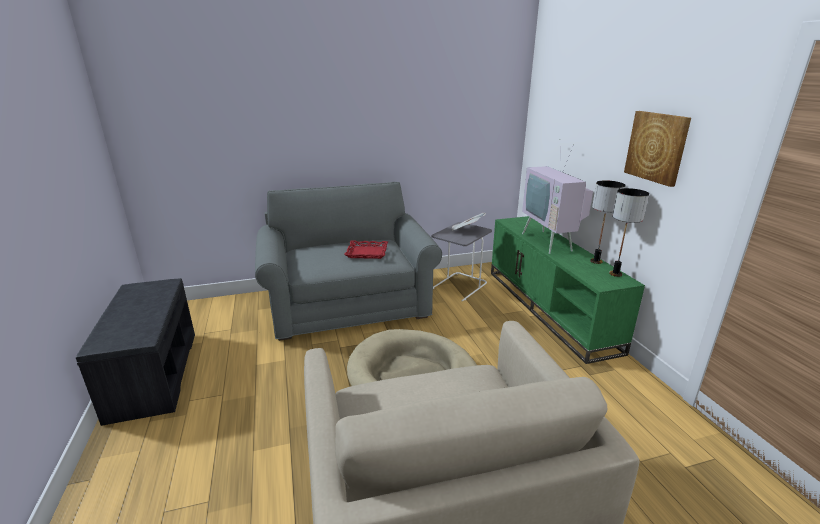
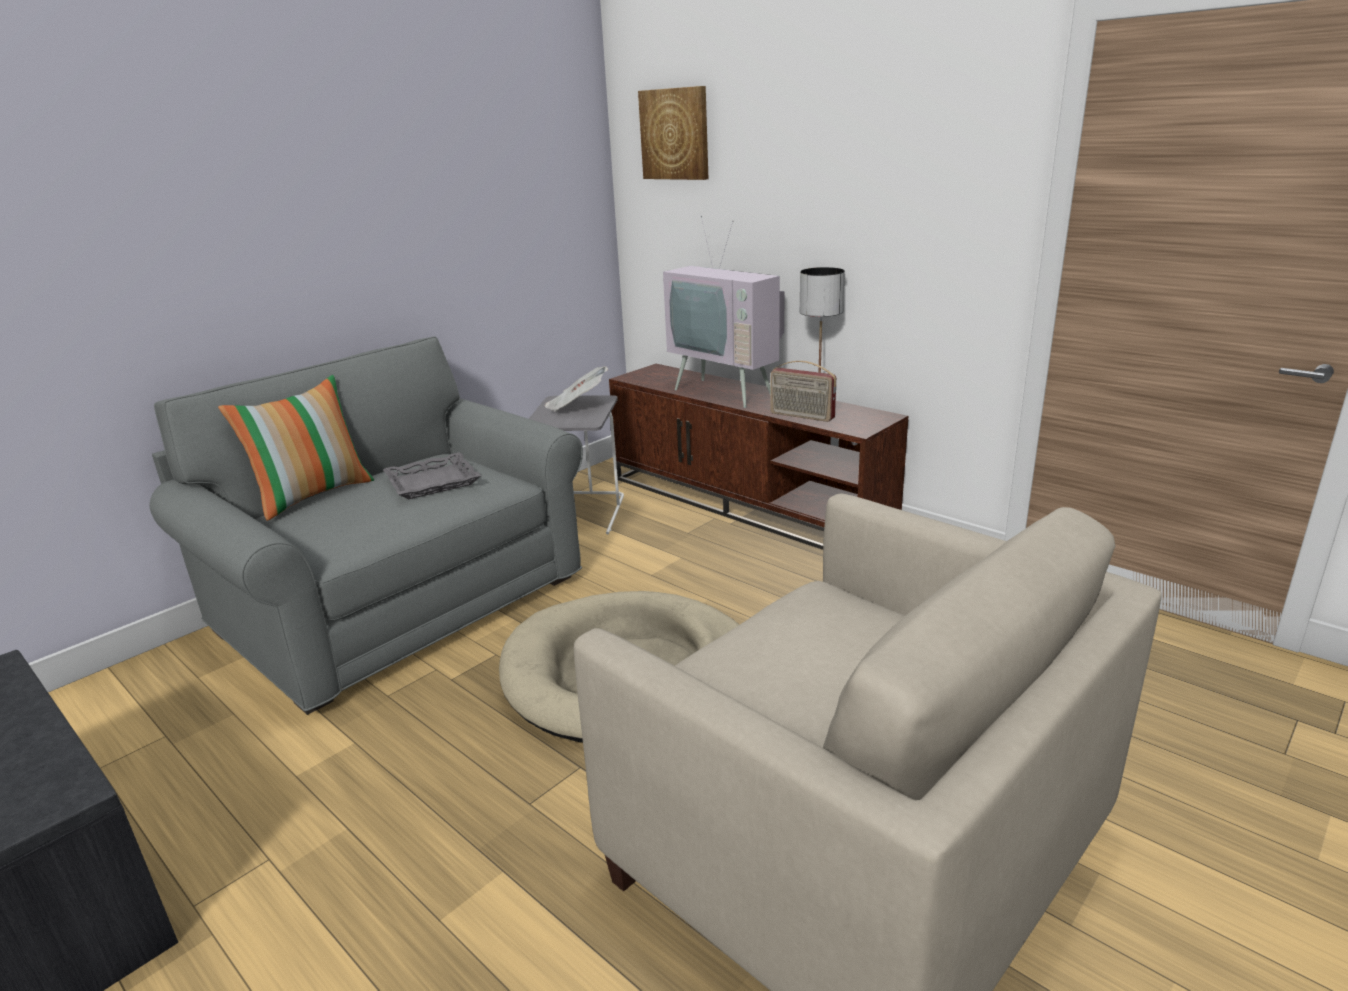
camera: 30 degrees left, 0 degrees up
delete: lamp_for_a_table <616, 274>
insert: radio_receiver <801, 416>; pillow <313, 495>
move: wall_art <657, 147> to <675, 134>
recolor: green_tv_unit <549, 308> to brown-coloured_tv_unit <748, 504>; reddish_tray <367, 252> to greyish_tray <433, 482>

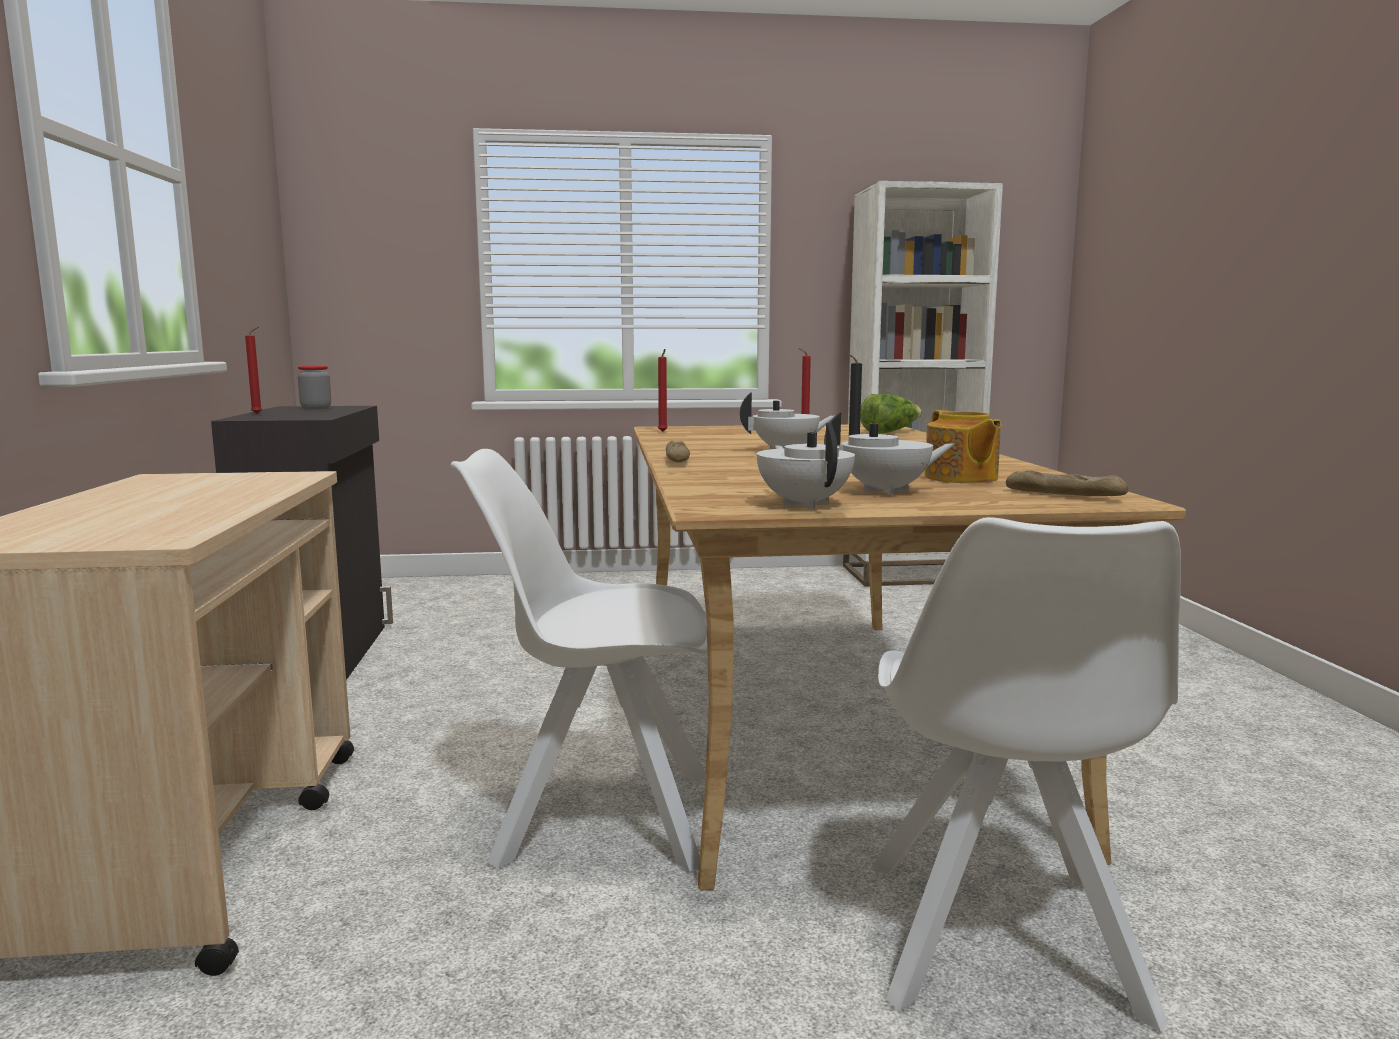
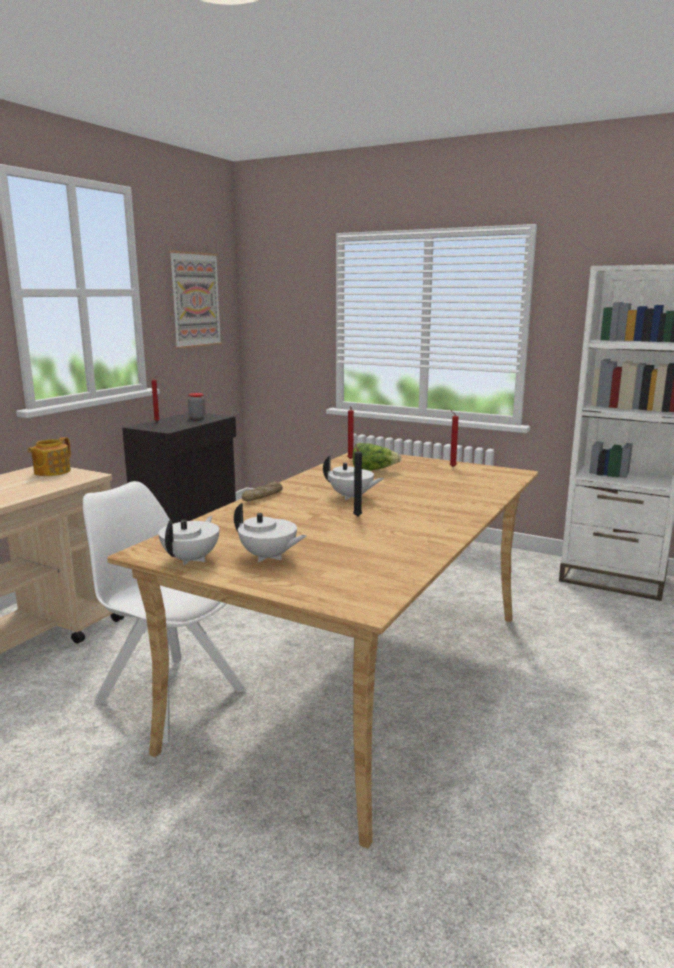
camera: 35 degrees right, 5 degrees up
delete: bread <1064, 495>; whitish_chair <1001, 943>
insert: wall_art <195, 300>
move: lettuce <889, 432> to <373, 470>; teapot <960, 478> to <51, 472>

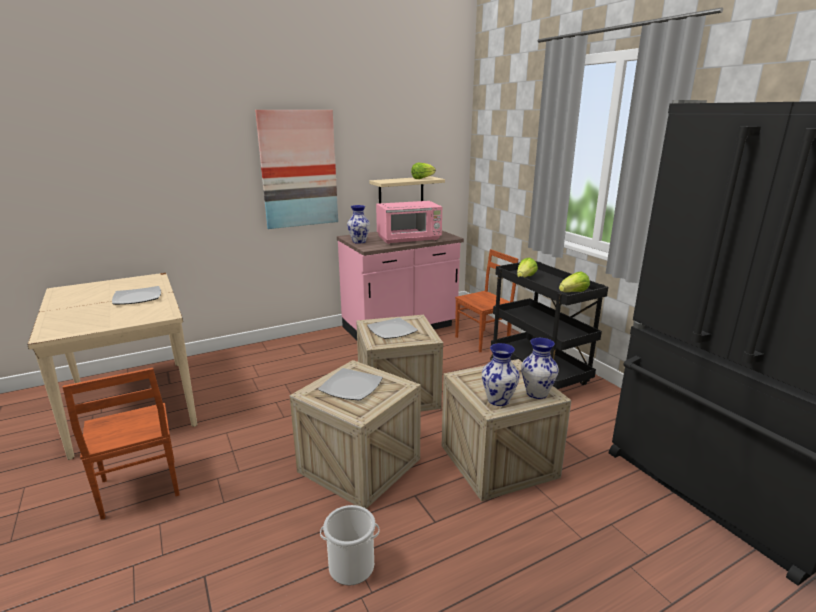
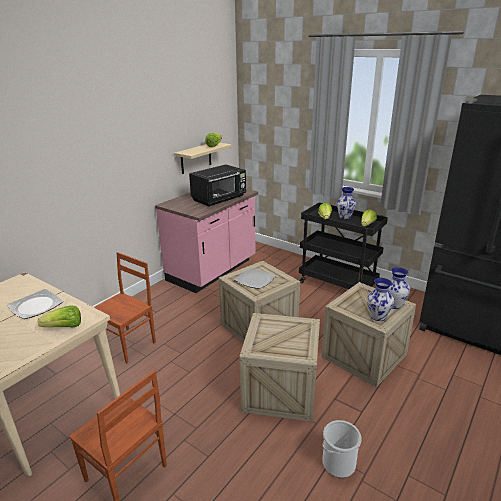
camera: 25 degrees left, 5 degrees up
delete: wall_art <298, 169>; flat_dish <351, 387>
insert: lettuce <64, 327>
move: vase <359, 242> to <345, 217>; brown-coloured_chair <483, 340> to <128, 344>
recolor: pinkish_microwave_oven <409, 239> to black_microwave_oven <219, 199>

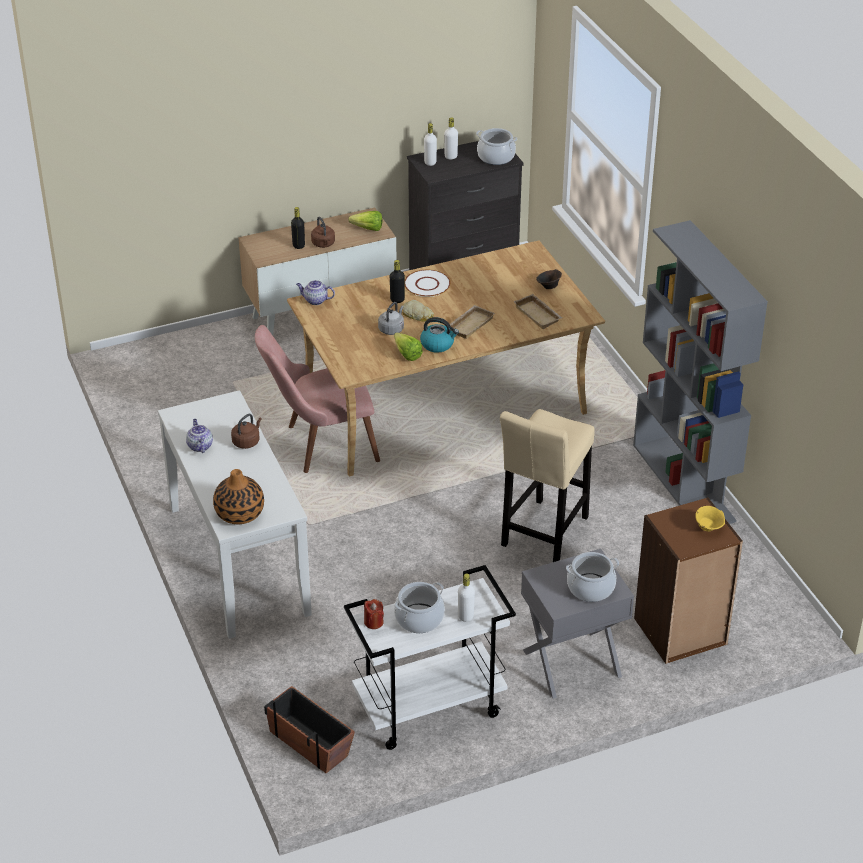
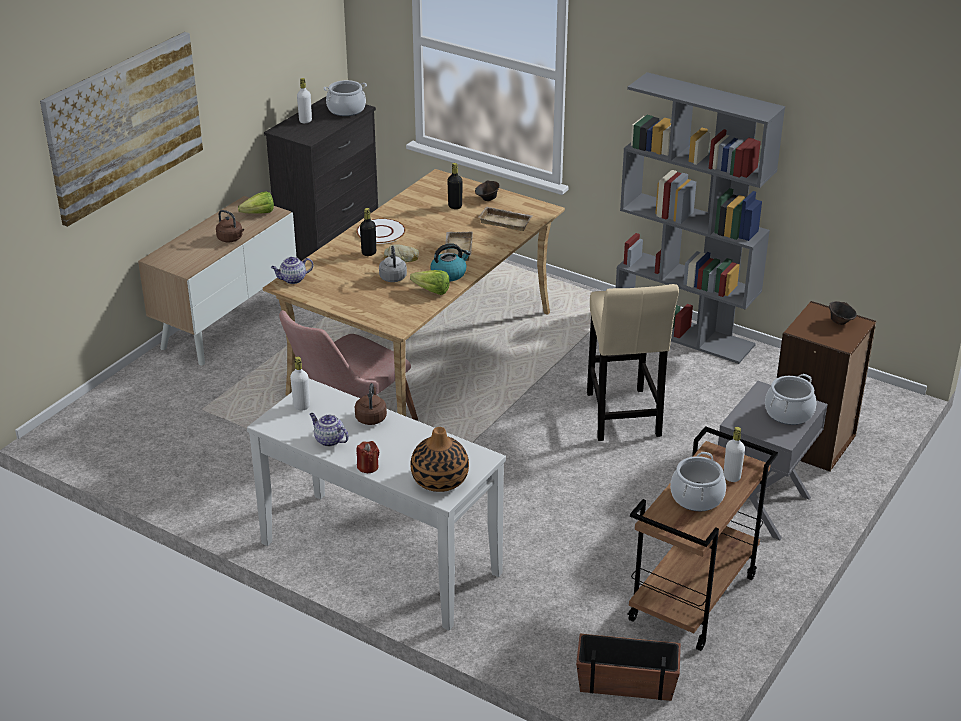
camera: 35 degrees left, 5 degrees down
insert: wall_art <124, 126>
move: whitish_beverage_bottle <430, 162> to <301, 406>; black_beverage_bottle <298, 245> to <455, 206>; reddish_wax_candle <373, 622> to <368, 467>
recolor: yellow_deep_dish <708, 527> to brown-coloured_deep_dish <840, 321>; whitish_cart <428, 709> to brown-coloured_cart <693, 600>

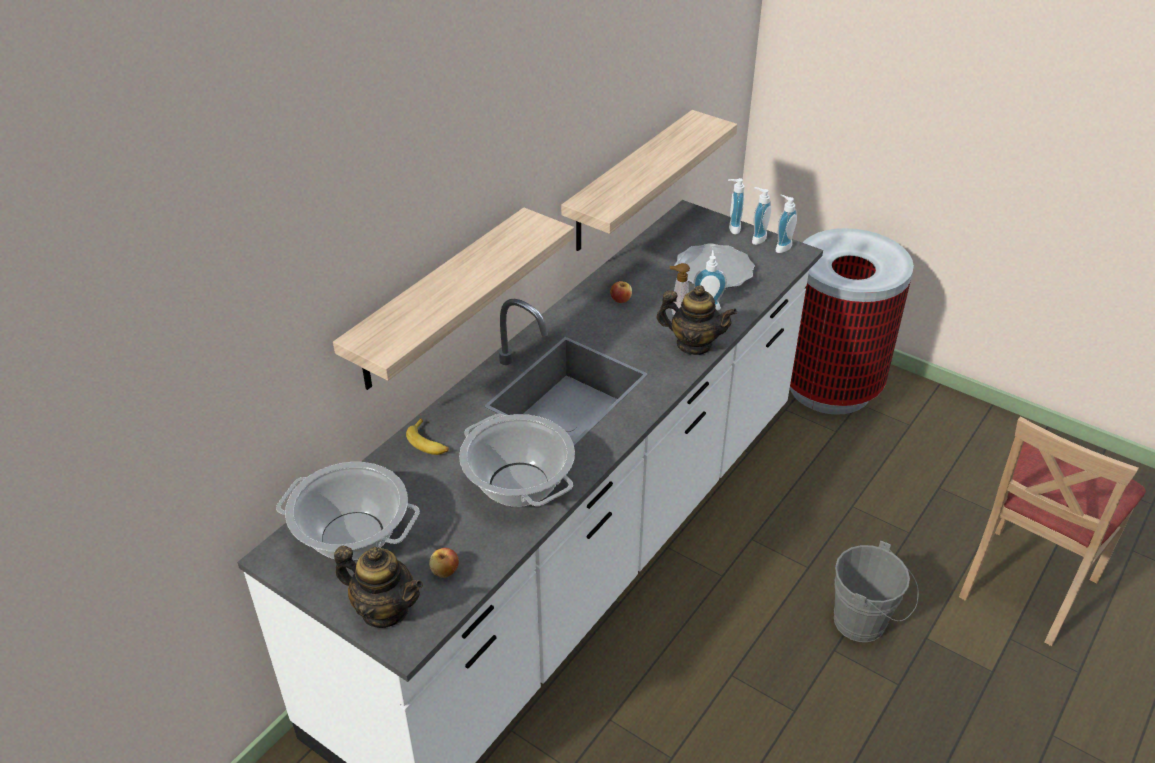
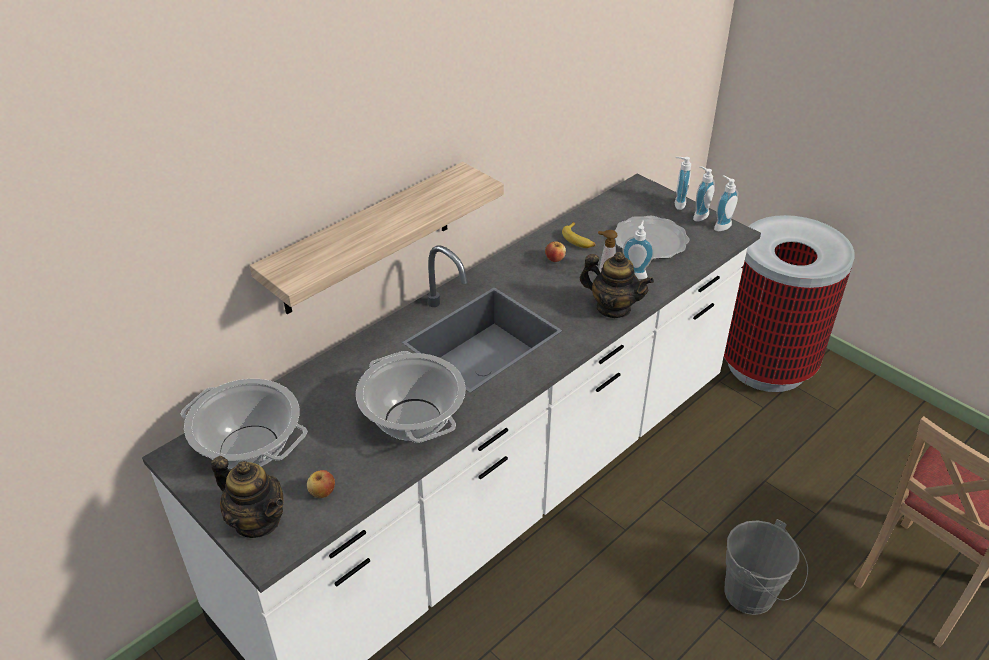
camera: 10 degrees right, 0 degrees up
delete: wall_shelf <629, 182>
move: whole_banana <429, 443> to <579, 240>

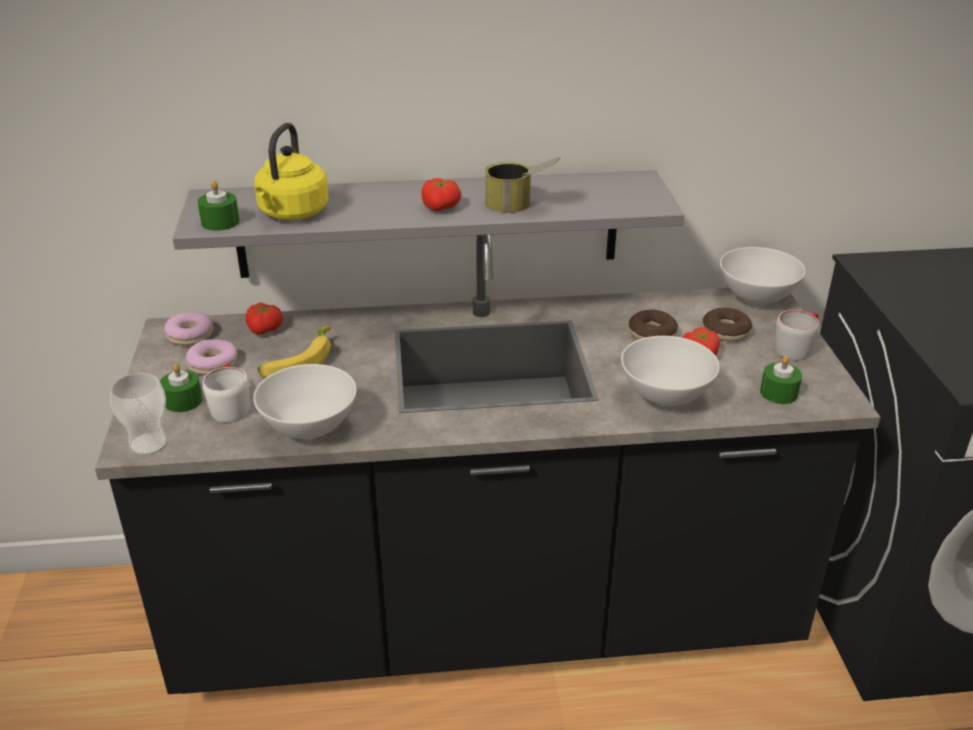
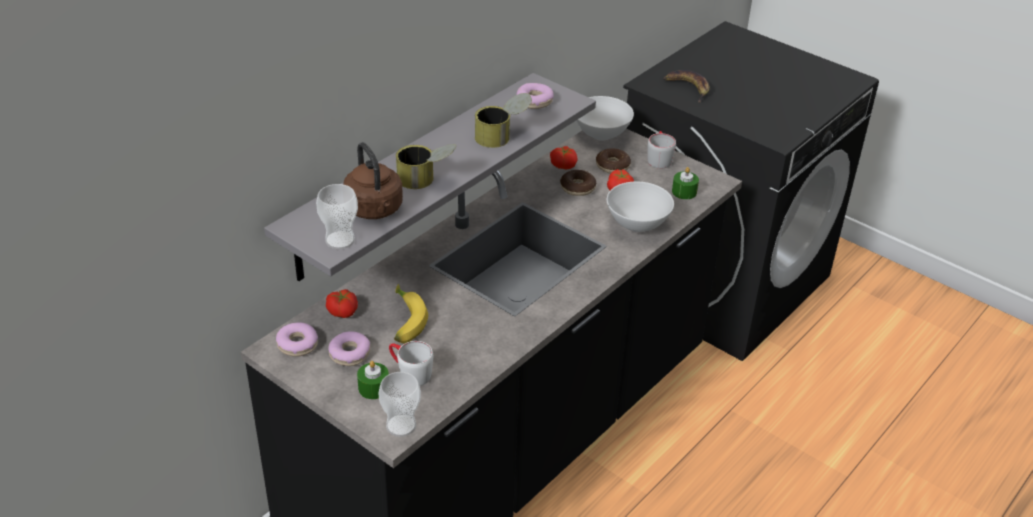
camera: 45 degrees left, 5 degrees up
delete: whitish_deep_dish <310, 430>
insert: whole_banana <688, 88>; doughnut <534, 101>; can <426, 180>
move: fresh_tomato <441, 207> to <564, 165>
replace: green_wax_candle <220, 222> to small_cup <340, 240>
recolor: yellow_kettle <292, 213> to brown-coloured_kettle <375, 210>

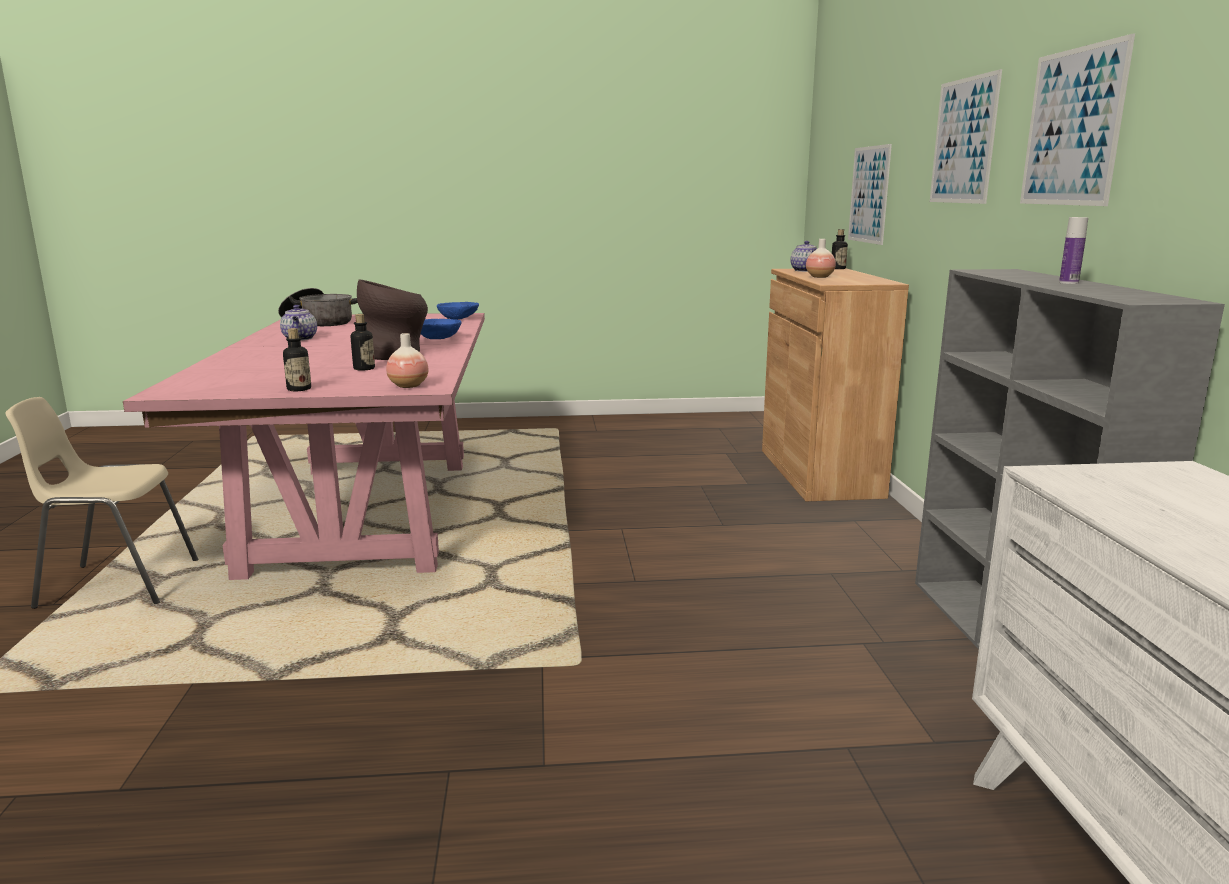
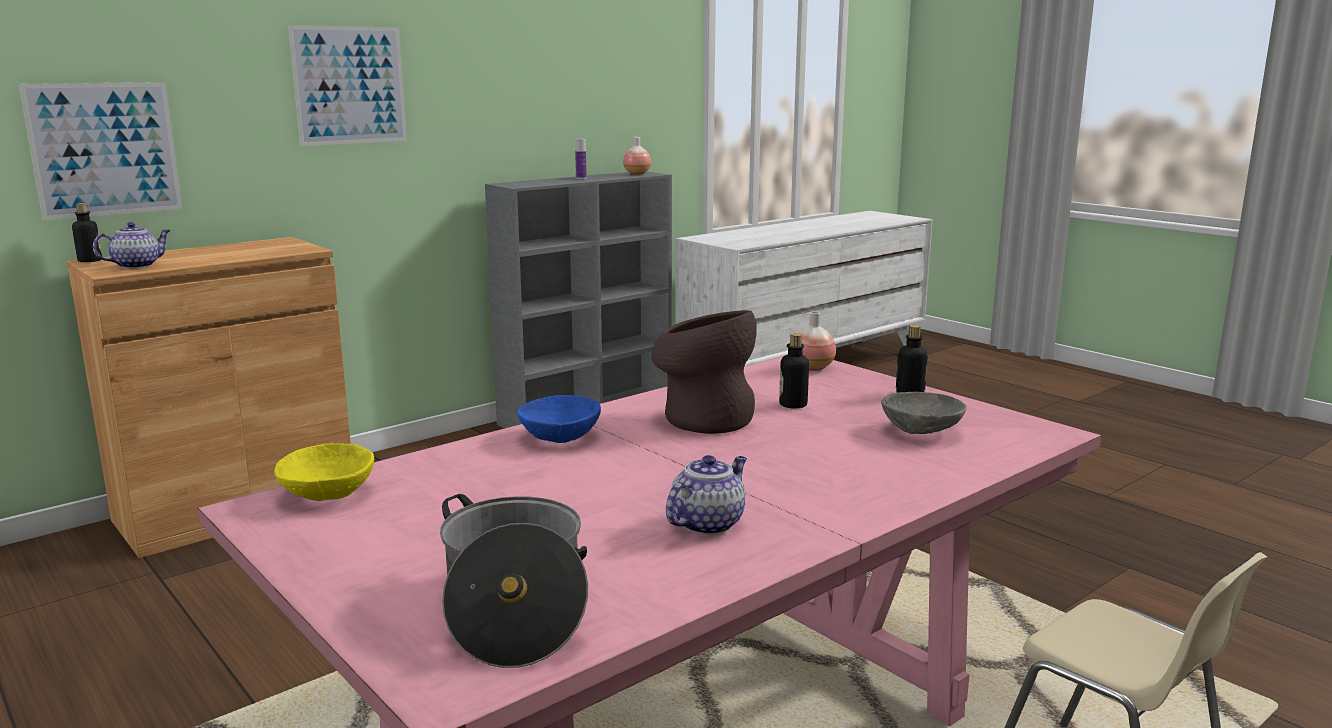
camera: 125 degrees left, 0 degrees up
delete: wall_art <1072, 127>
insert: greyish_deep_dish <922, 432>
move: vase <819, 277> to <637, 173>
recolor: blue-coloured_deep_dish <459, 319> to yellow_deep_dish <328, 493>

